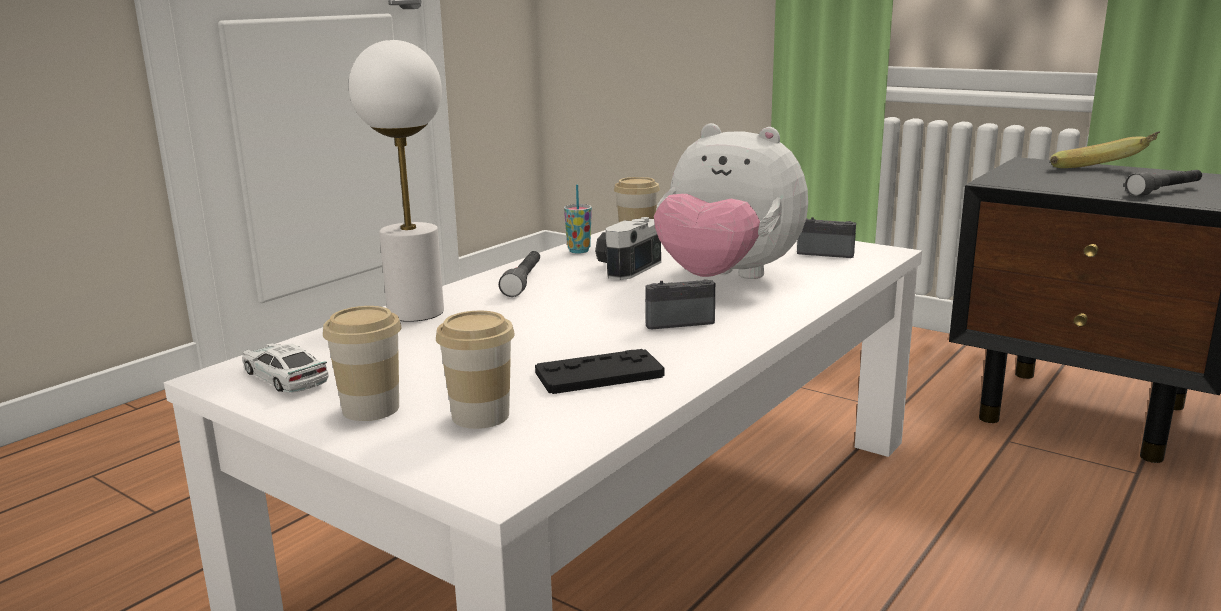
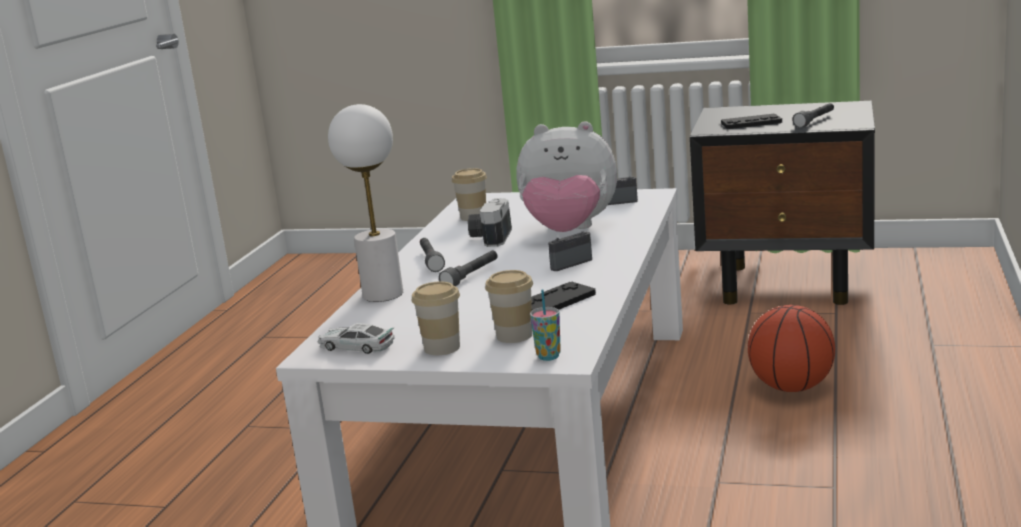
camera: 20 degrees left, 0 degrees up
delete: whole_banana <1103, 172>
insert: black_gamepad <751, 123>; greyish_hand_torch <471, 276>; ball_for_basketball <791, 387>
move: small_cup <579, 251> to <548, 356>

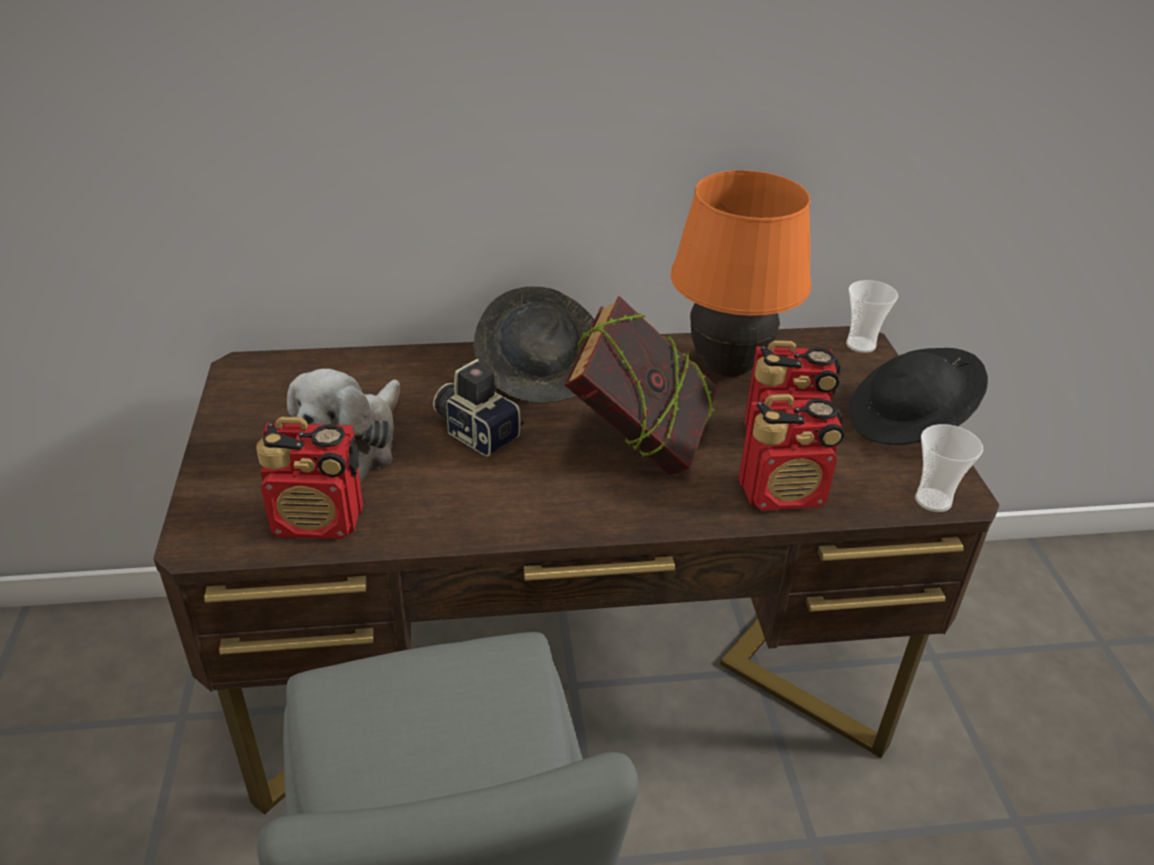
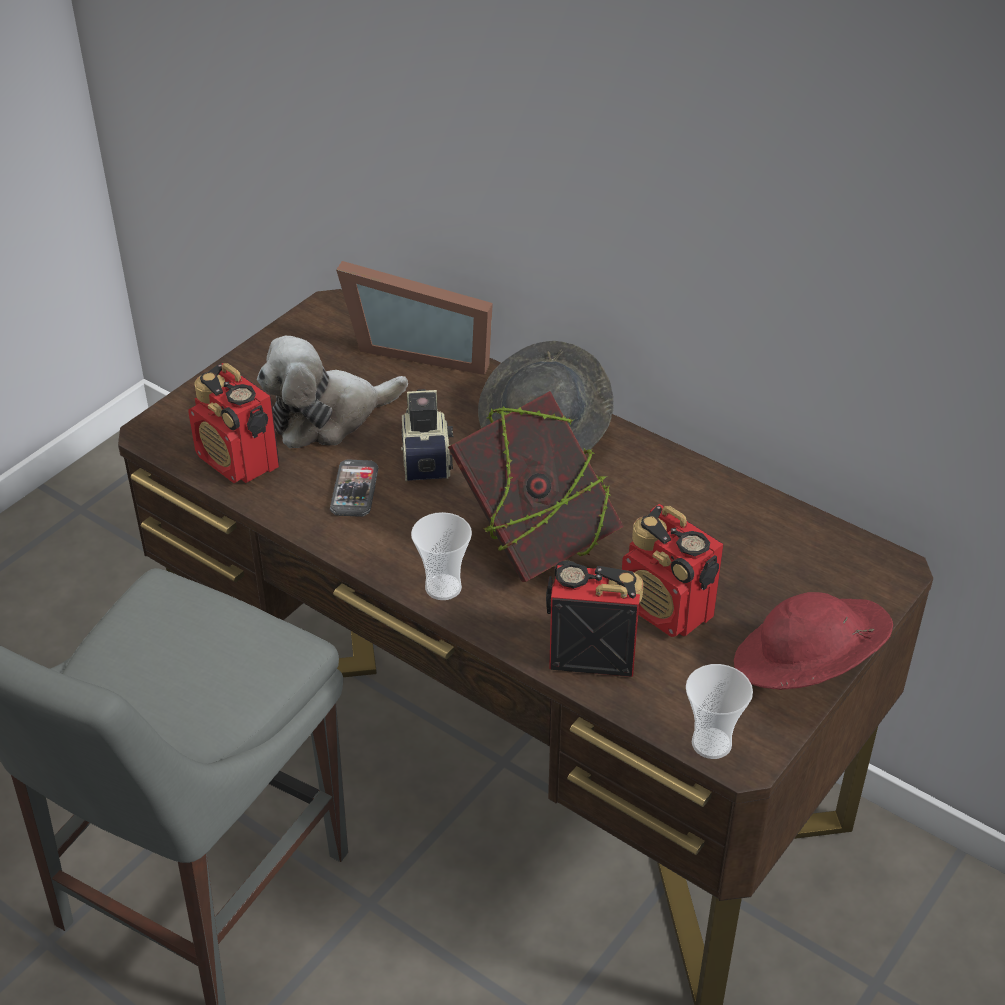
camera: 45 degrees right, 5 degrees up
delete: orangey_lamp_for_a_table <728, 368>
insert: photo_frame <421, 349>; handset <354, 490>
move: small_cup <860, 345> to <443, 587>
recolor: black_hat <908, 423> to reddish_hat <805, 670>
rotate: radio_receiver <783, 493> = <591, 653> 150 degrees clockwise

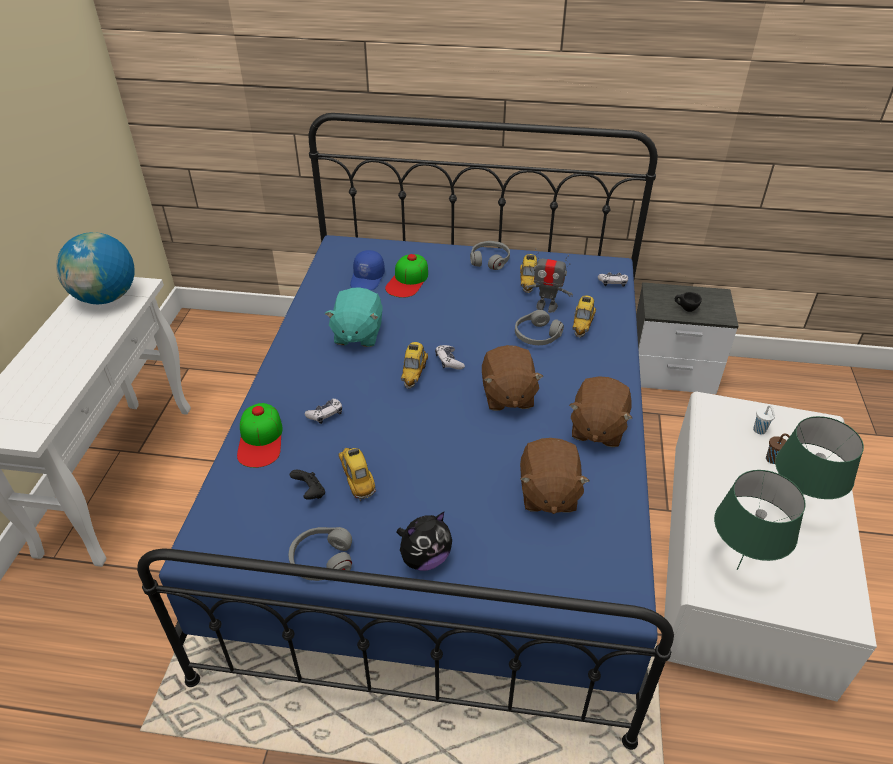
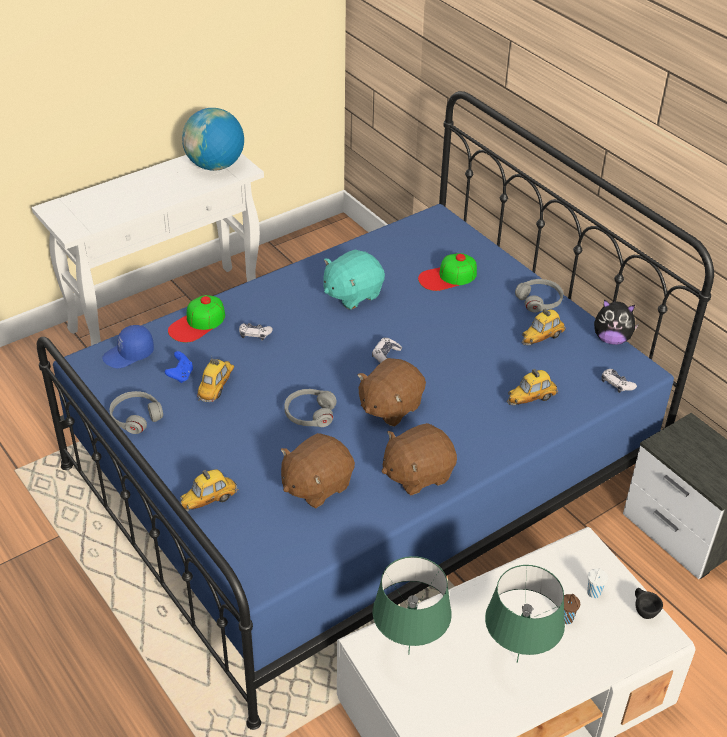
camera: 45 degrees right, 0 degrees up
delete: robot_figure <546, 306>
move: blue-coloured_cap <368, 278> to <129, 355>; black_small_cup <685, 309> to <642, 611>; greyish_headset <537, 335> to <309, 414>; model_car <414, 373> to <208, 501>; cuddly_toy <424, 558> to <611, 339>
recolor: black_gamepad <310, 493> to blue-coloured_gamepad <180, 375>

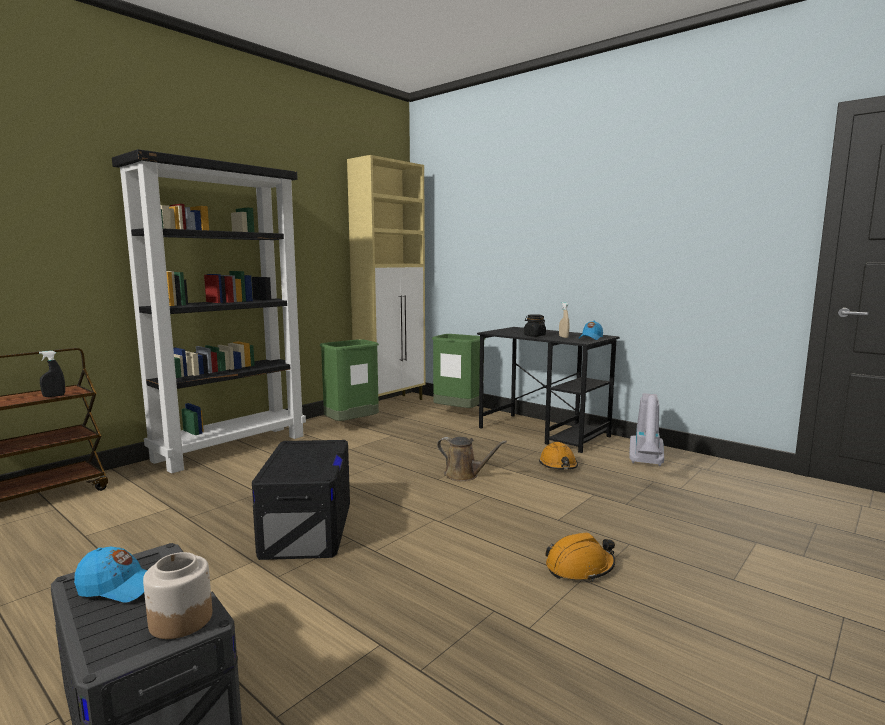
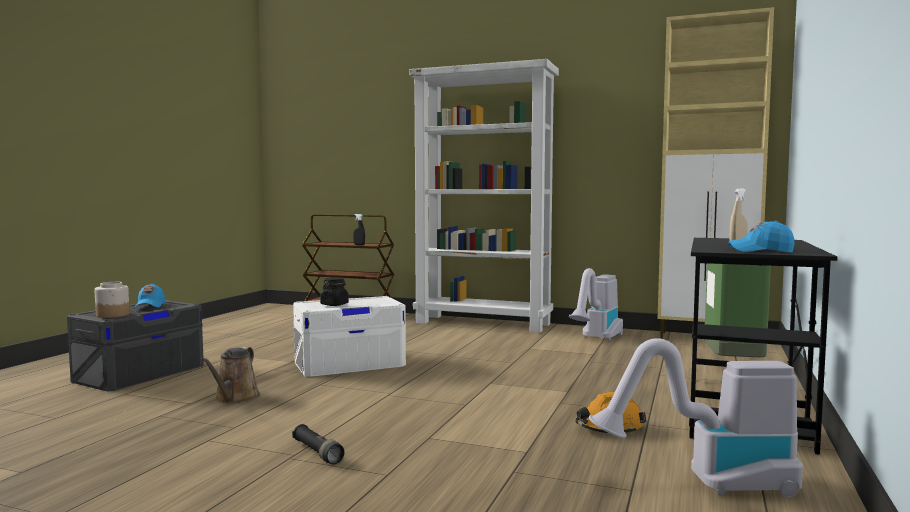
camera: 70 degrees right, 5 degrees down
move: black_storage_jar <534, 335> to <334, 304>; brown-coloured_watering_pot <464, 475> to <235, 398>
replace: green_rubbish_bin <351, 426> to vacuum <597, 339>; orangey_work_helmet <580, 568> to black_hand_torch <317, 453>
recolor: black_shelving_unit <232, 447> to whitish_shelving_unit <484, 323>; black_storage_container <307, 527> to whitish_storage_container <349, 363>

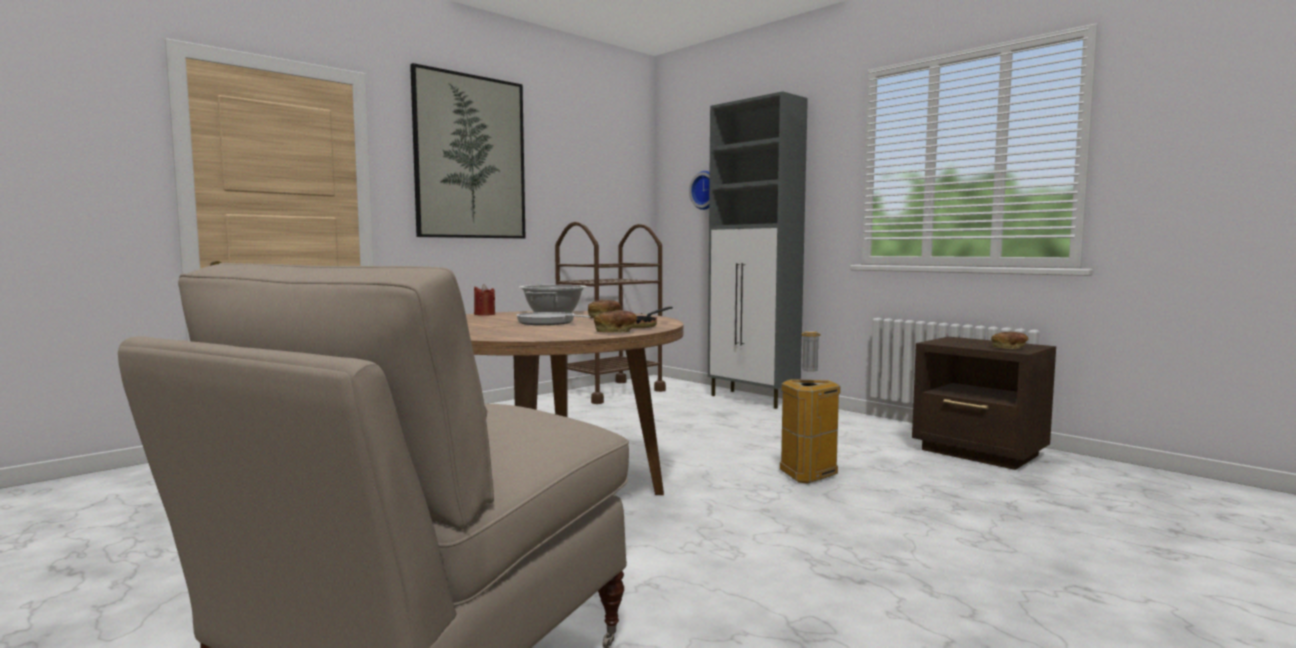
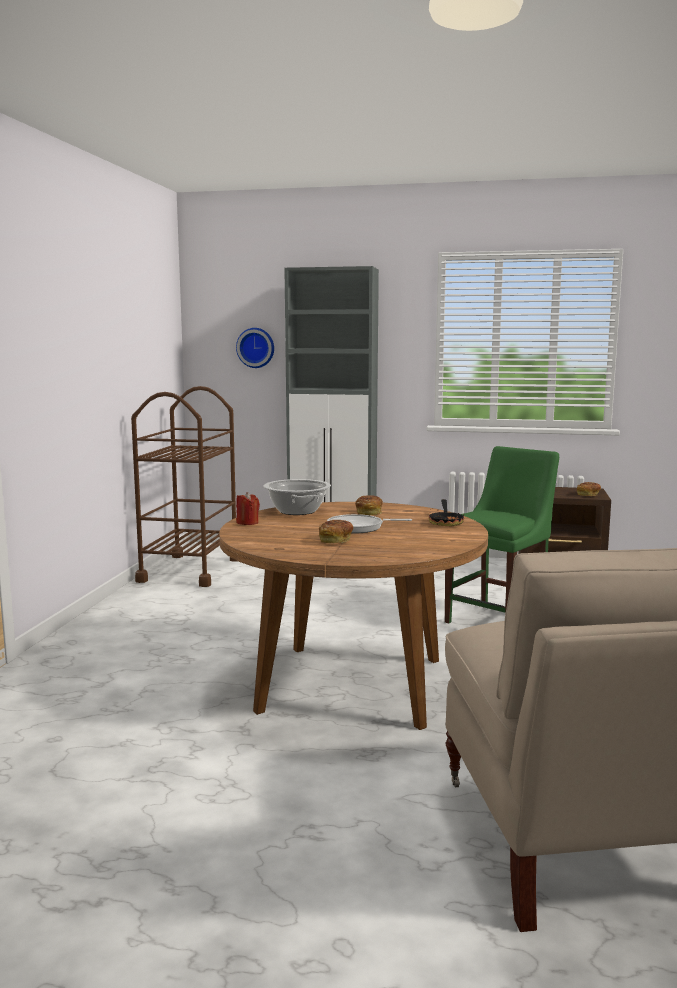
camera: 35 degrees left, 5 degrees up
delete: wall_art <470, 157>
move: bread <616, 332> to <336, 540>
replace: rubbish_bin <809, 475> to green_chair <498, 619>

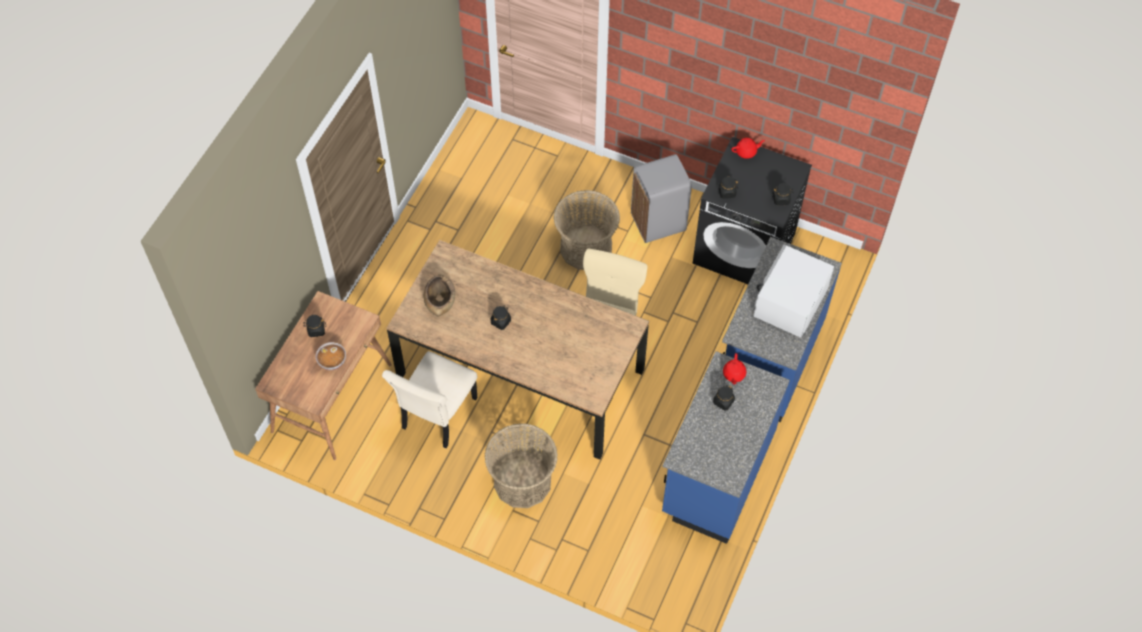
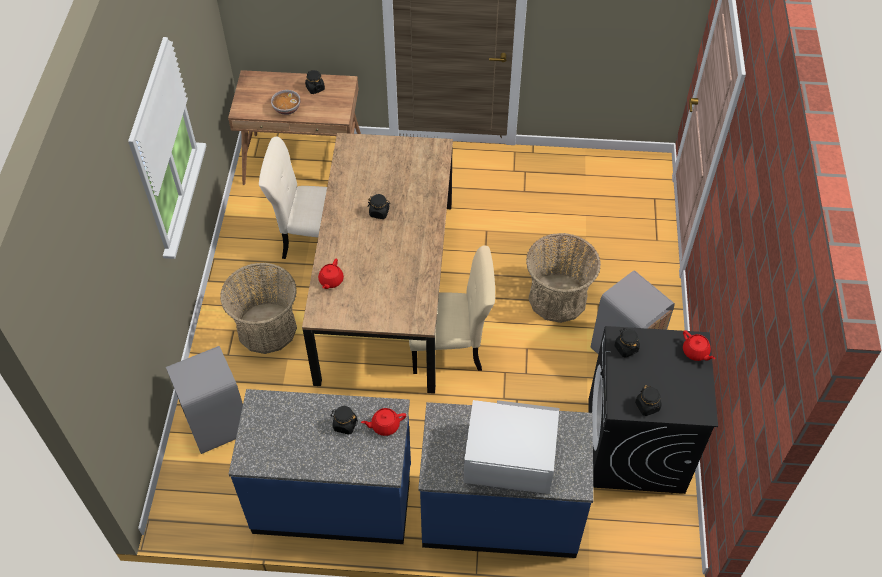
camera: 70 degrees right, 5 degrees down
delete: brown-coloured_deep_dish <439, 301>
insert: reddish_teapot <331, 281>; greyish_rubbish_bin <217, 425>

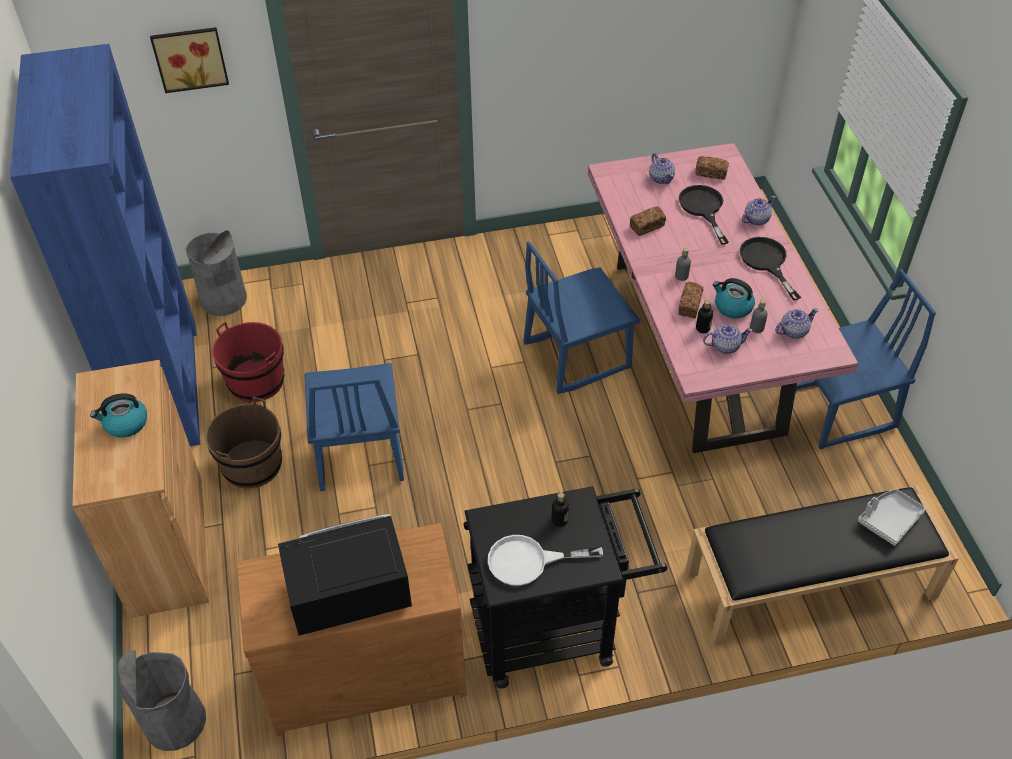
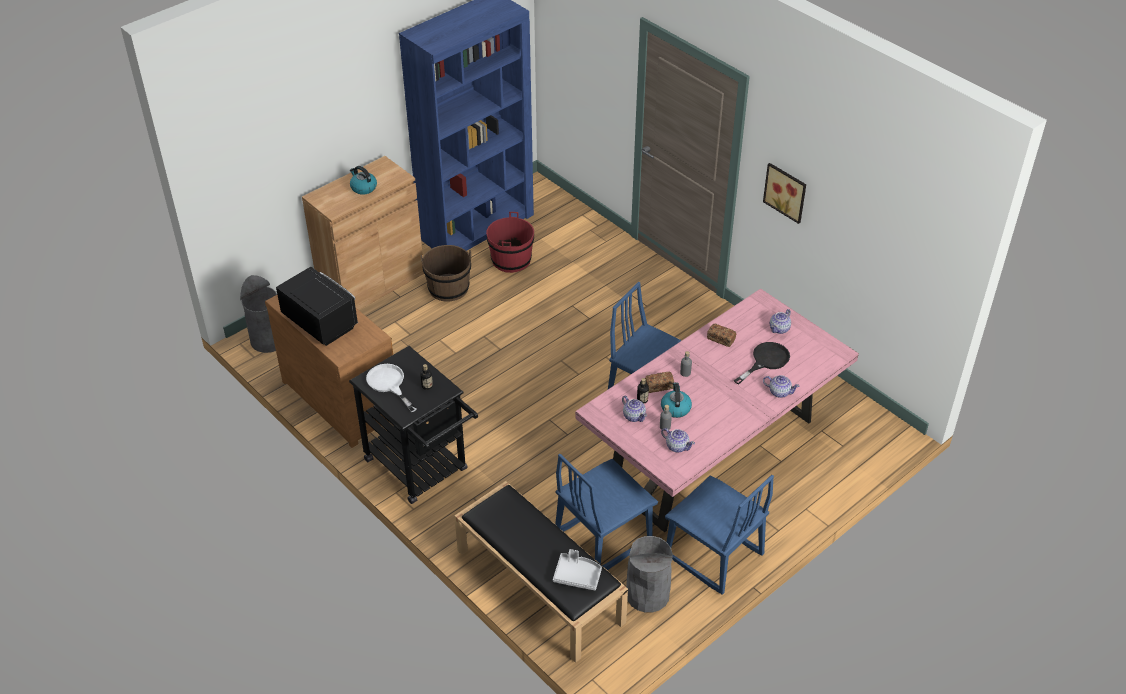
camera: 60 degrees right, 5 degrees down
delete: bread <711, 173>; black_frying_pan <766, 262>
move: wall_art <190, 58> to <786, 191>; greyish_rubbish_bin <223, 299> to <647, 594>; blue-coloured_chair <358, 452> to <602, 536>

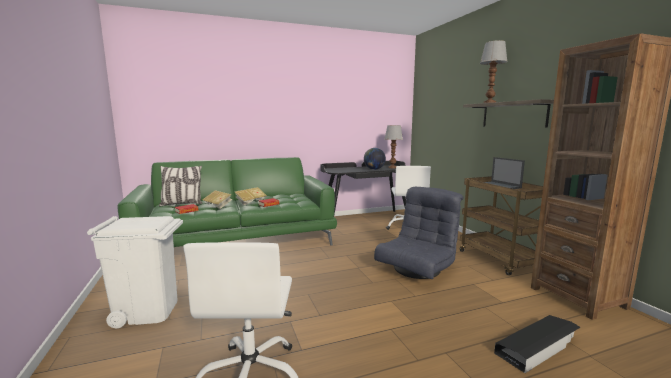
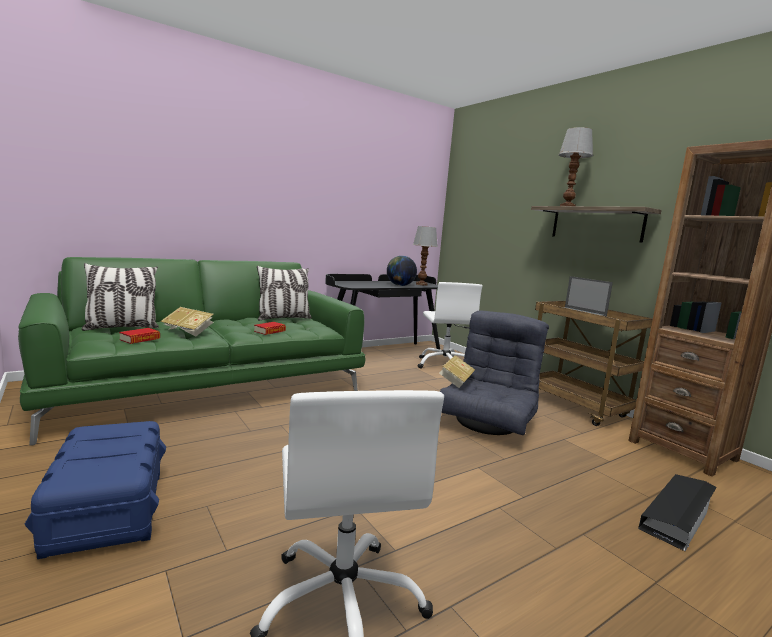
camera: 15 degrees left, 0 degrees up
insert: pillow <283, 318>
move: bound_book <250, 202> to <456, 381>
replace: whitish_rubbish_bin <148, 311> to blue-coloured_storage_container <107, 509>

